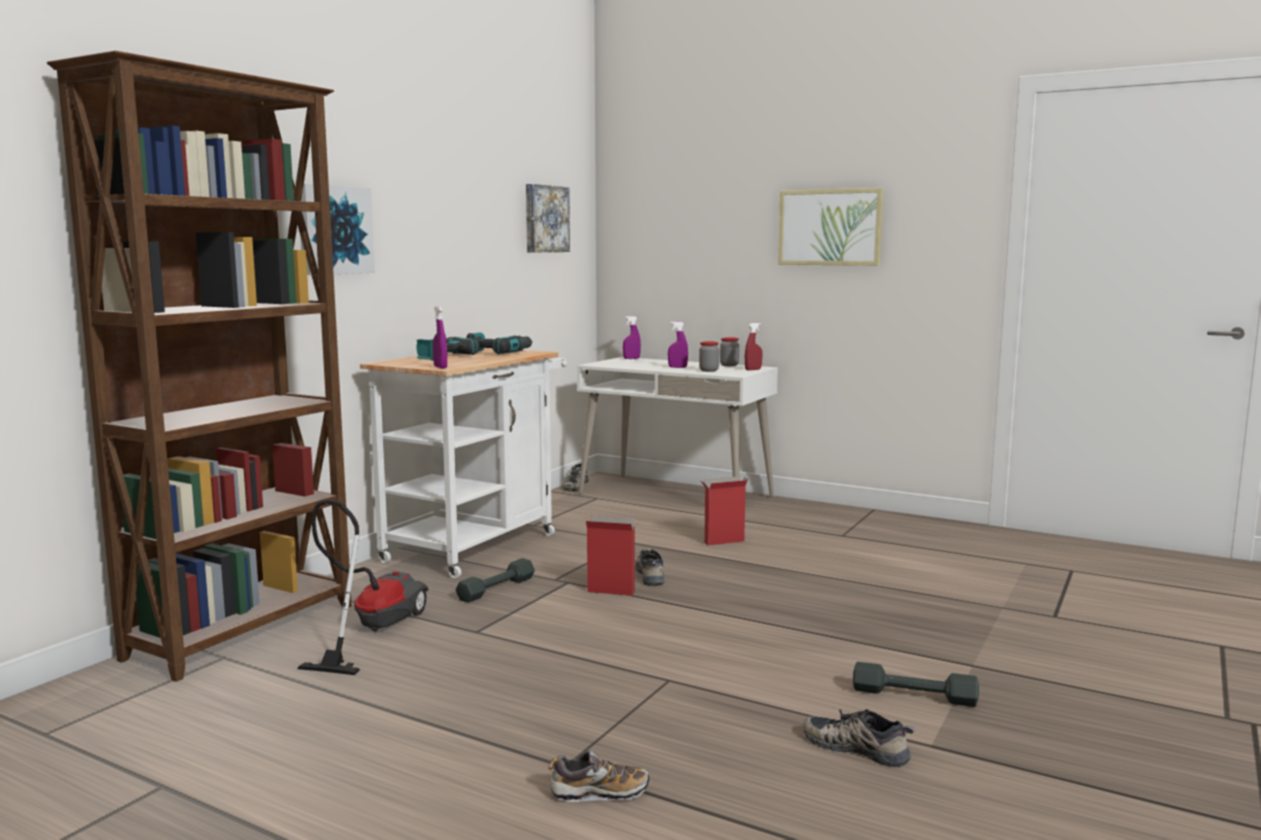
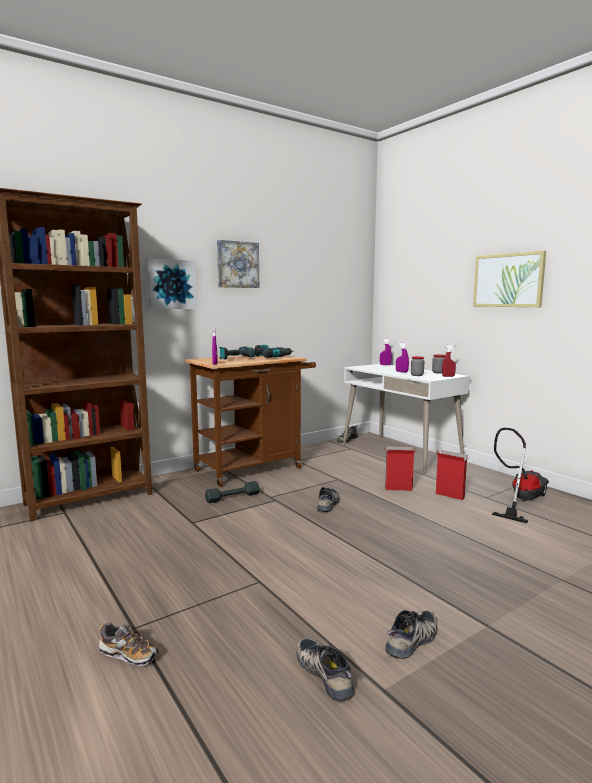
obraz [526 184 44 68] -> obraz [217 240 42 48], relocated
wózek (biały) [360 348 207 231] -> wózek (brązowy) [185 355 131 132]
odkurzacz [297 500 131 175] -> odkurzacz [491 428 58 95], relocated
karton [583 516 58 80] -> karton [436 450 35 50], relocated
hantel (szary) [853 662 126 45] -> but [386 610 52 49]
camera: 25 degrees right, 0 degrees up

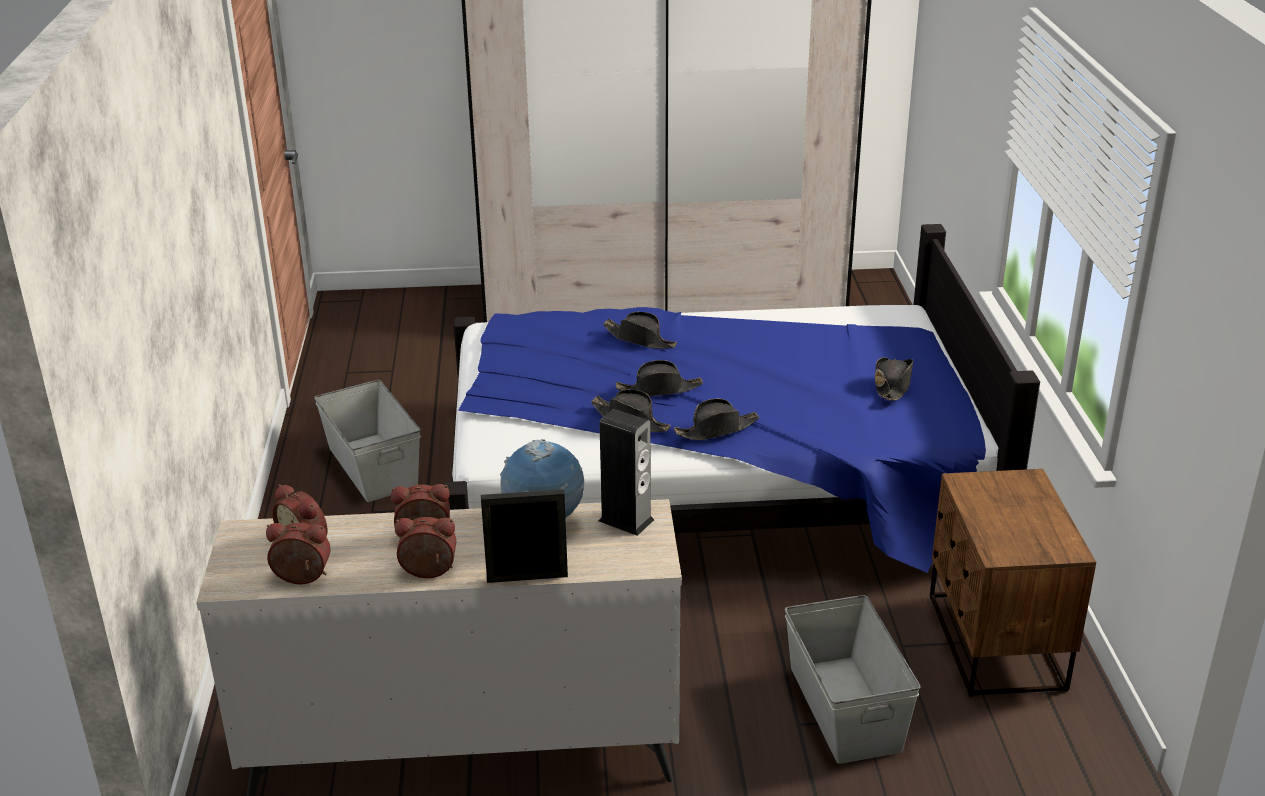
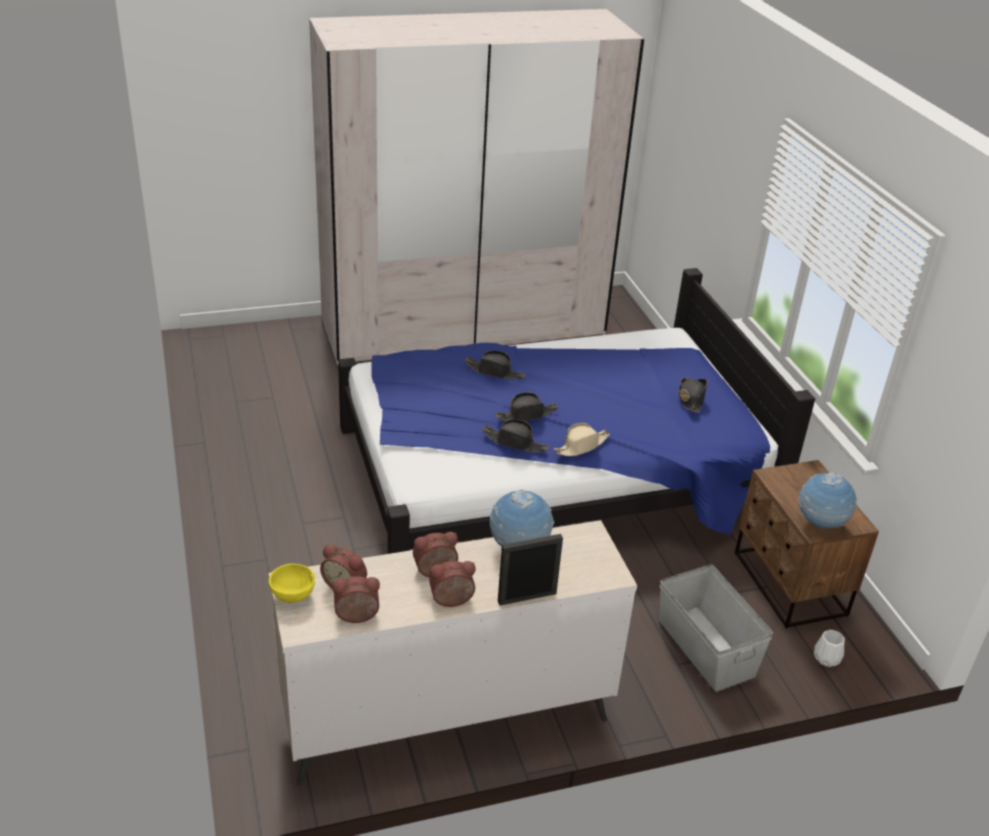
pojemnik do przechowywania (szary) [314 380 107 122] -> none
kapelusz (czarny) [674 399 85 41] -> kapelusz (beżowy) [554 423 56 33]
głośnik [599 409 55 127] -> none
none -> globus [798 472 59 57]
none -> miska (żółty) [269 564 46 39]
none -> wazon (biały) [814 630 31 37]
camera: 15 degrees left, 5 degrees up

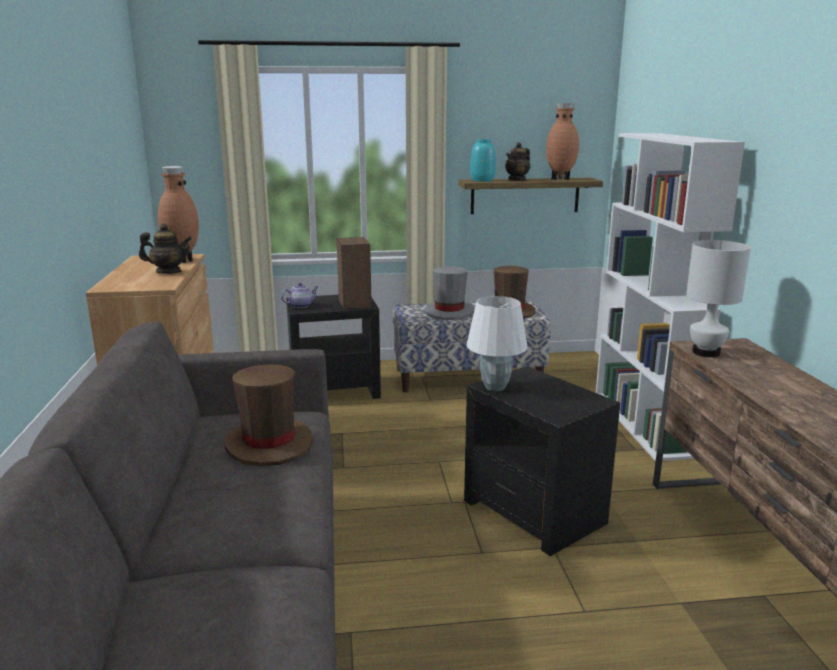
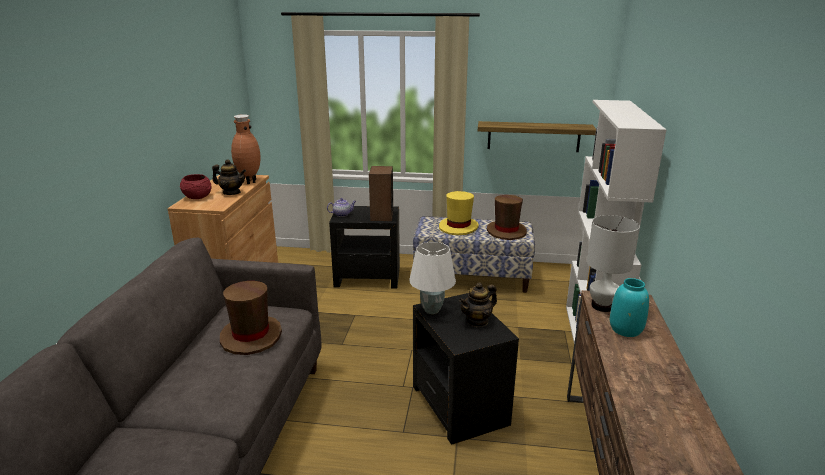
wazon (brązowy) [546 103 33 77] -> none
wazon (turkusowy) [470 139 26 43] -> wazon (turkusowy) [610 278 39 59], relocated
imbryk [505 142 25 39] -> imbryk [459 282 38 45], relocated
kapelusz (szary) [425 266 49 54] -> kapelusz (żółty) [439 191 40 44]
none -> miska (czerwony) [180 174 31 25]
camera: 15 degrees right, 5 degrees up

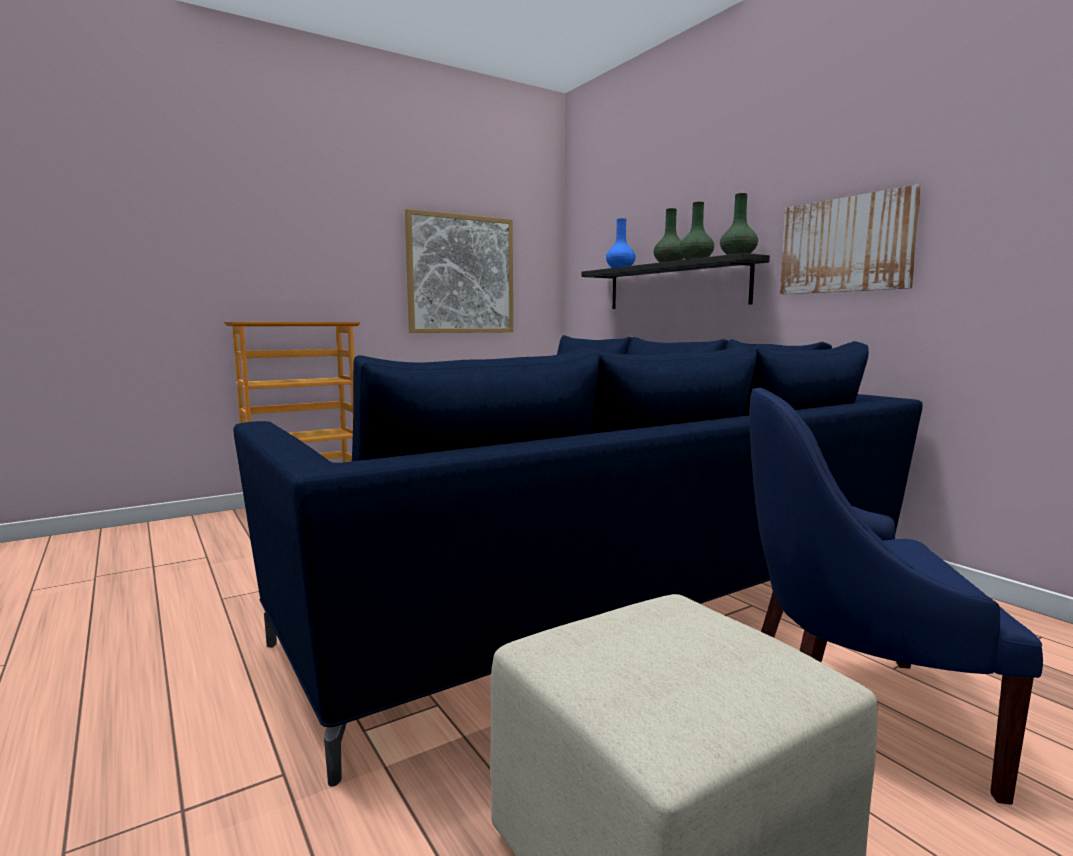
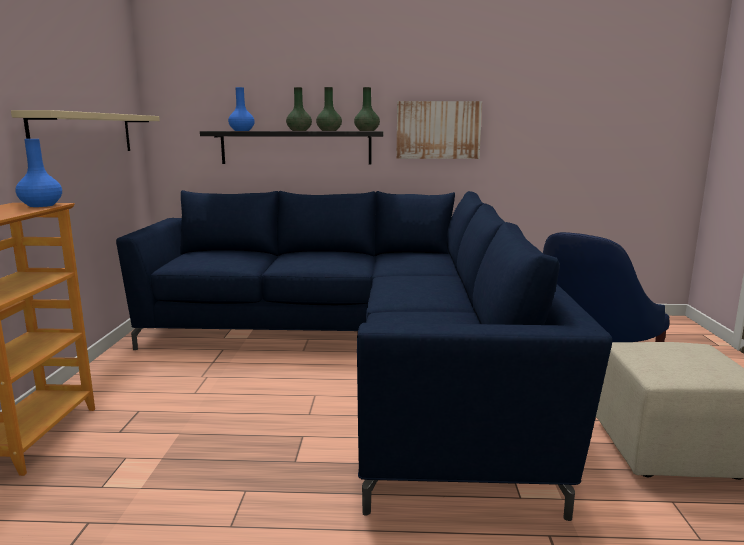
obraz [405 209 108 124] -> półka (beżowy) [11 110 149 41]
none -> wazon (niebieski) [15 139 47 68]
camera: 55 degrees left, 5 degrees up

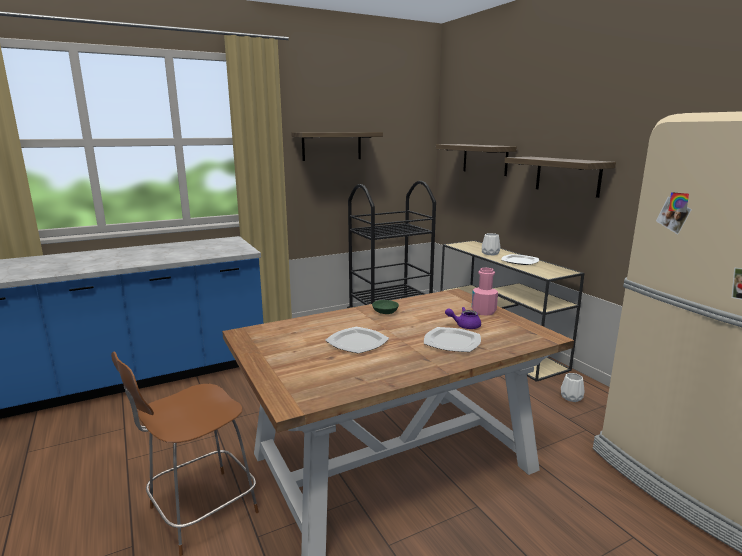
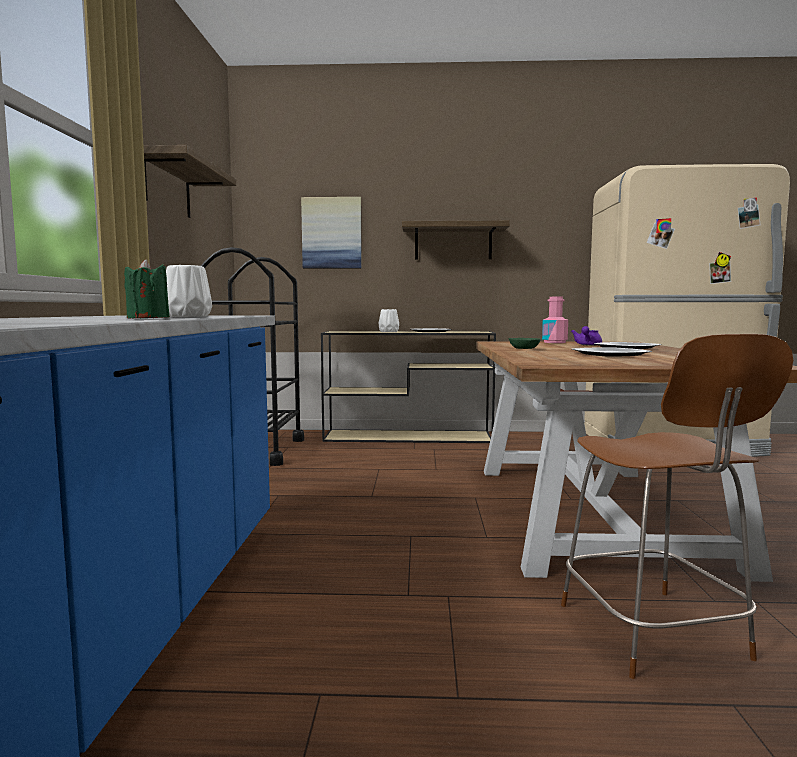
półka [436 144 81 32] -> obraz [301 197 61 72]
wazon (biały) [561 373 24 29] -> wazon (biały) [166 265 46 52], relocated
none -> świeca (zielony) [124 259 46 59]
camera: 60 degrees left, 10 degrees down

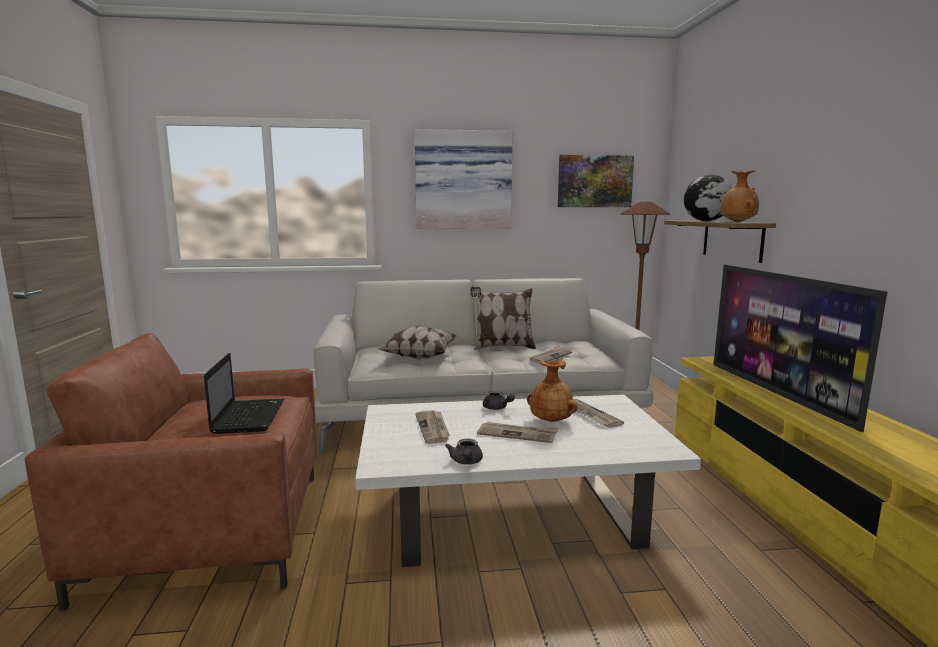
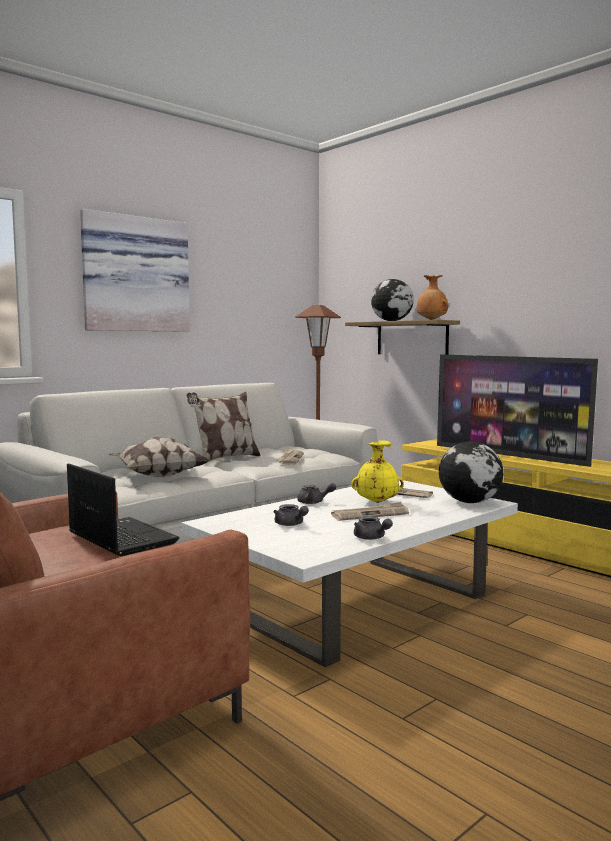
obraz [558 155 76 52] -> none
wazon (brązowy) [527 360 50 62] -> wazon (żółty) [351 440 53 63]
gazeta [415 411 35 33] -> imbryk (szary) [273 504 36 22]
none -> globus [439 441 64 62]
camera: 35 degrees left, 5 degrees down

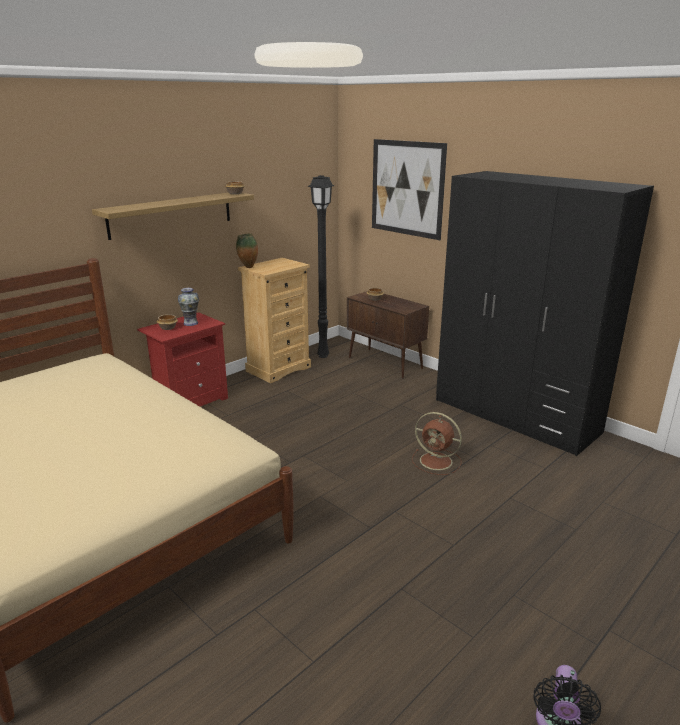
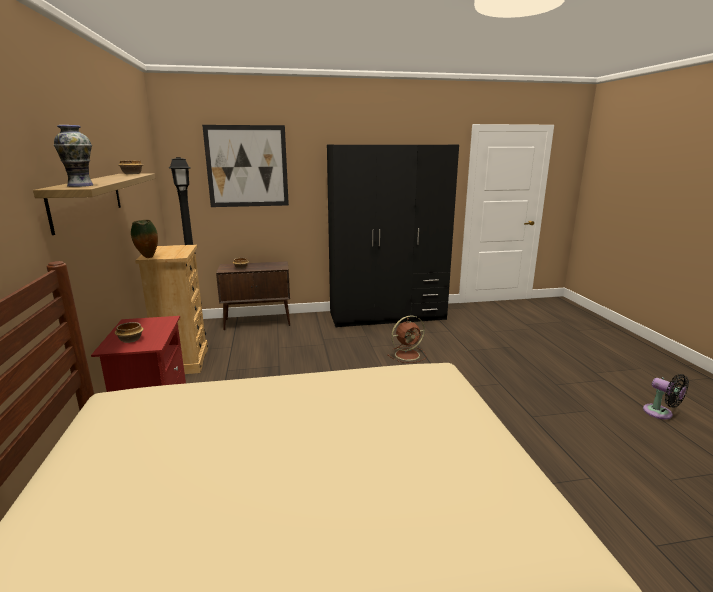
wazon [178 288 21 38] -> wazon [54 125 39 62], relocated
camera: 55 degrees left, 5 degrees down

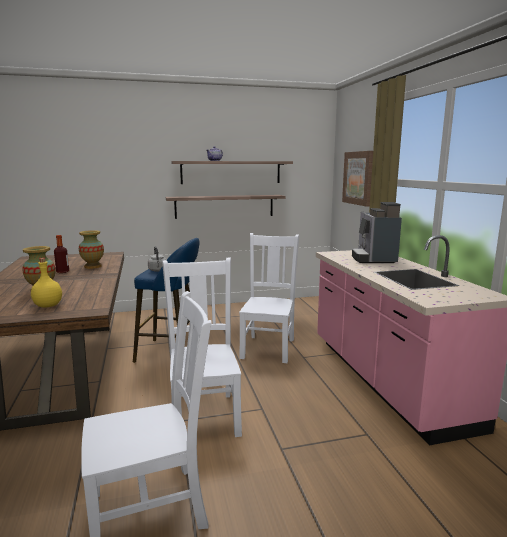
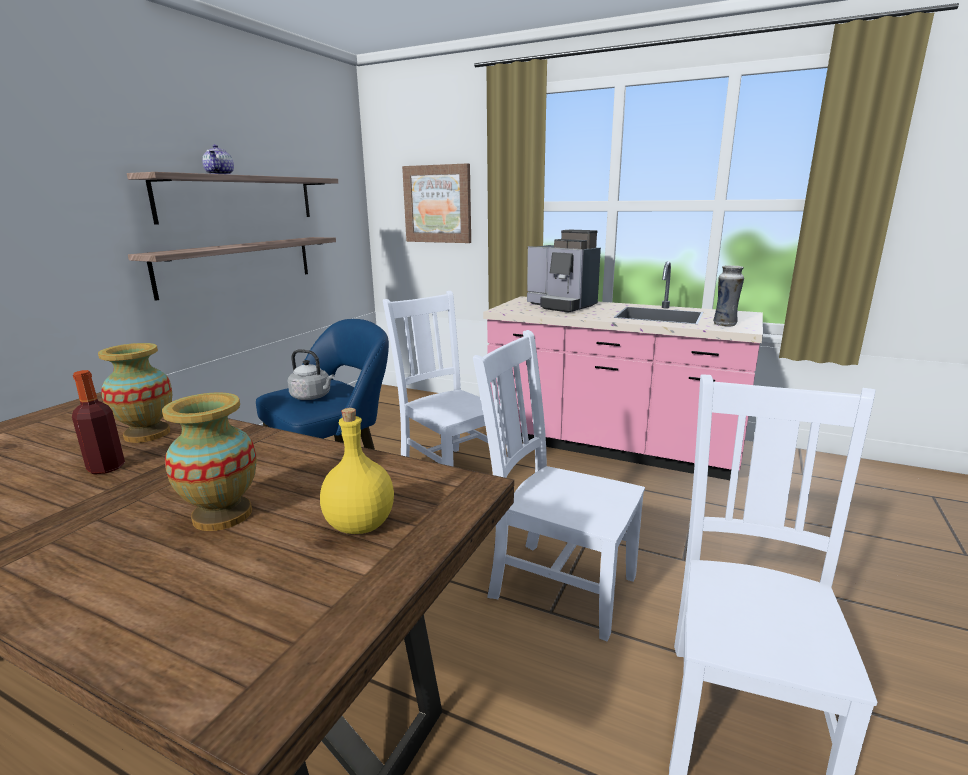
none -> wazon [713 266 31 60]
camera: 50 degrees left, 5 degrees up

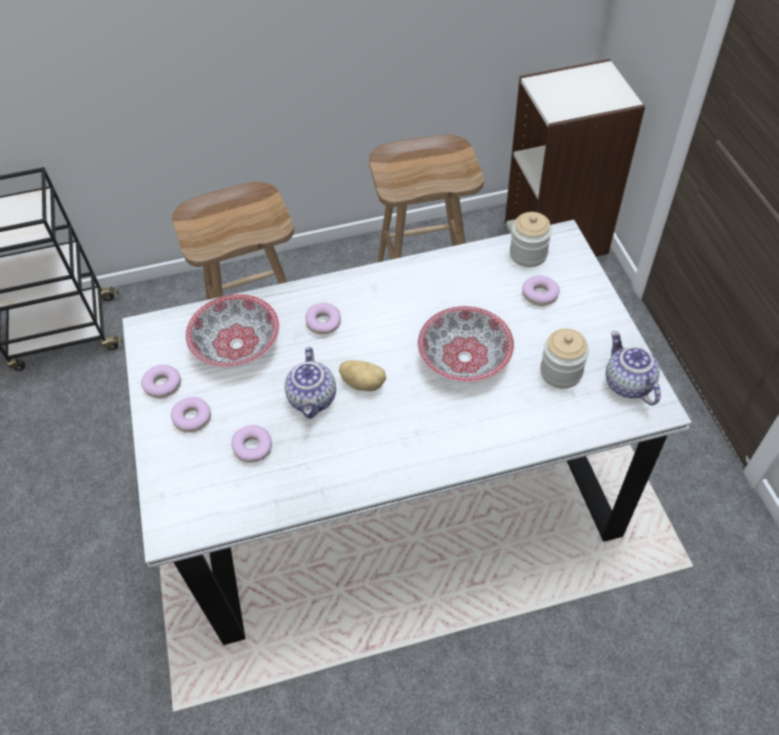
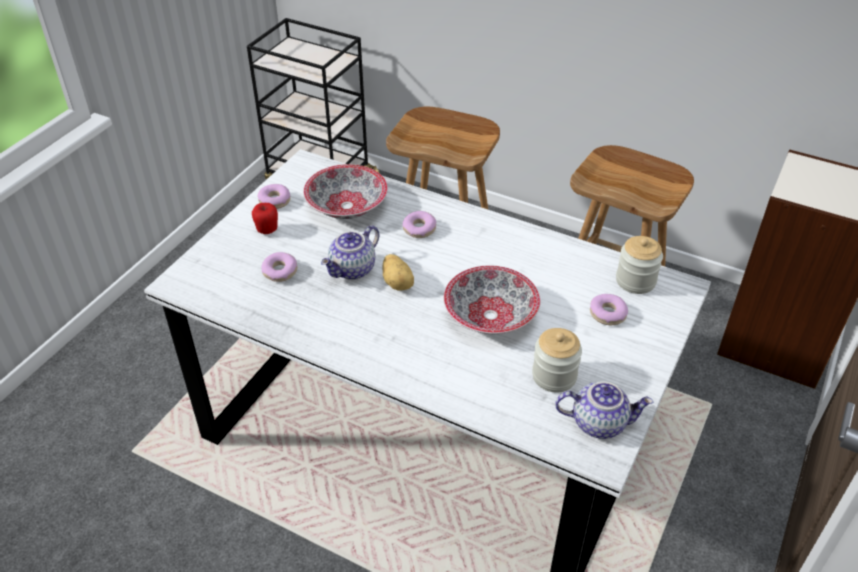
imbryk [606 331 55 74] -> imbryk [555 381 98 58], 75 degrees clockwise
donut [171 397 40 36] -> jabłko [252 203 26 31]
camera: 40 degrees right, 10 degrees down

